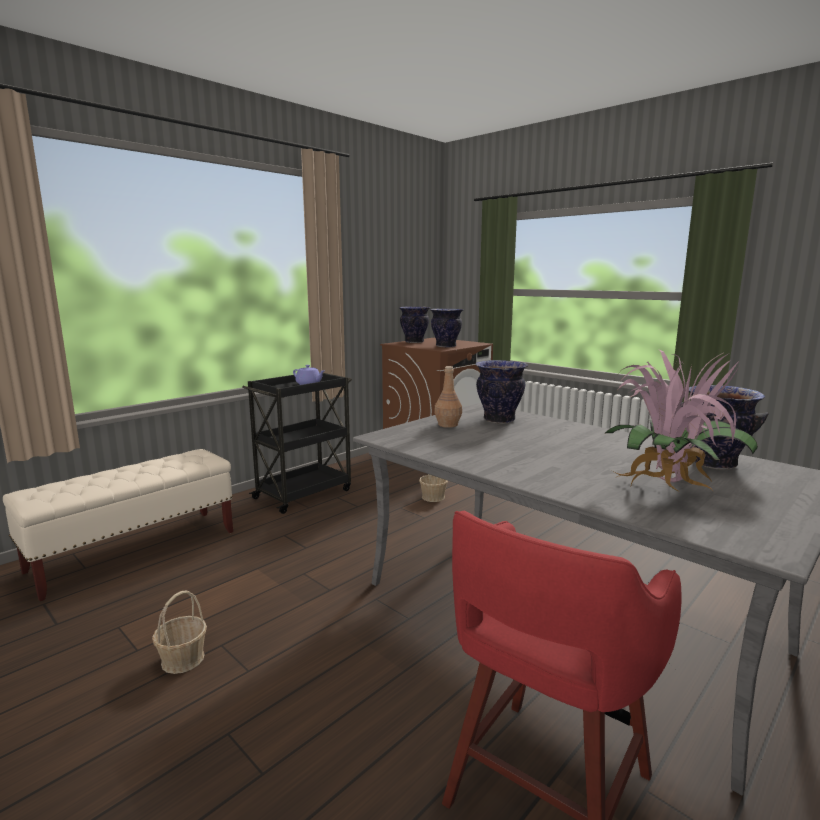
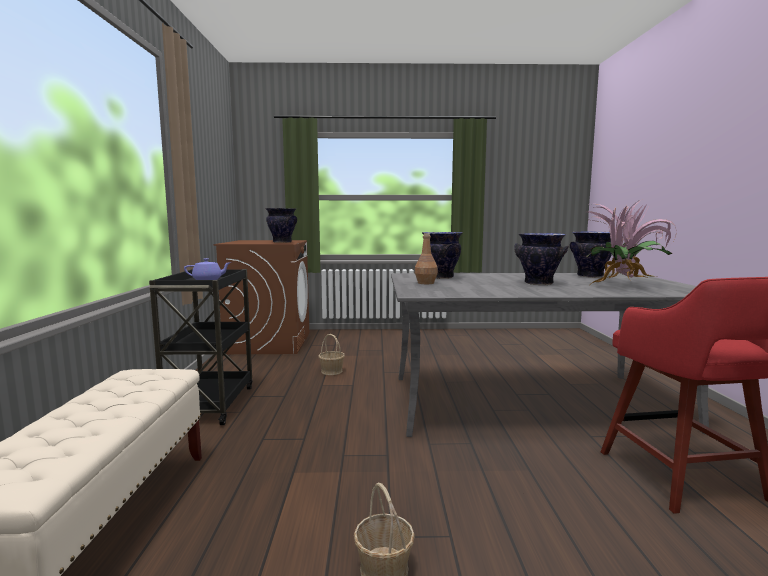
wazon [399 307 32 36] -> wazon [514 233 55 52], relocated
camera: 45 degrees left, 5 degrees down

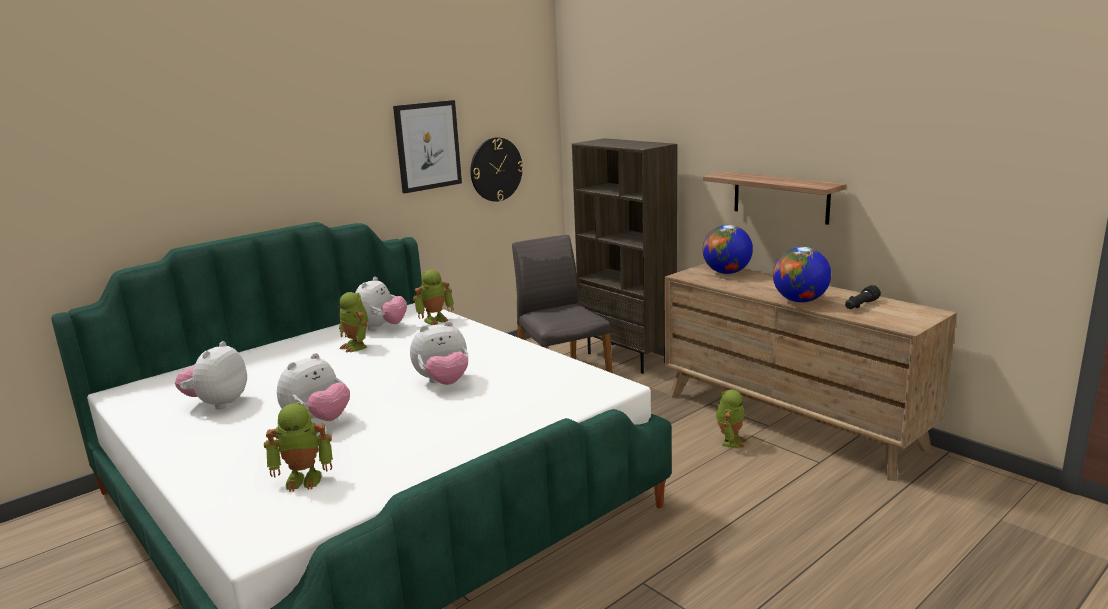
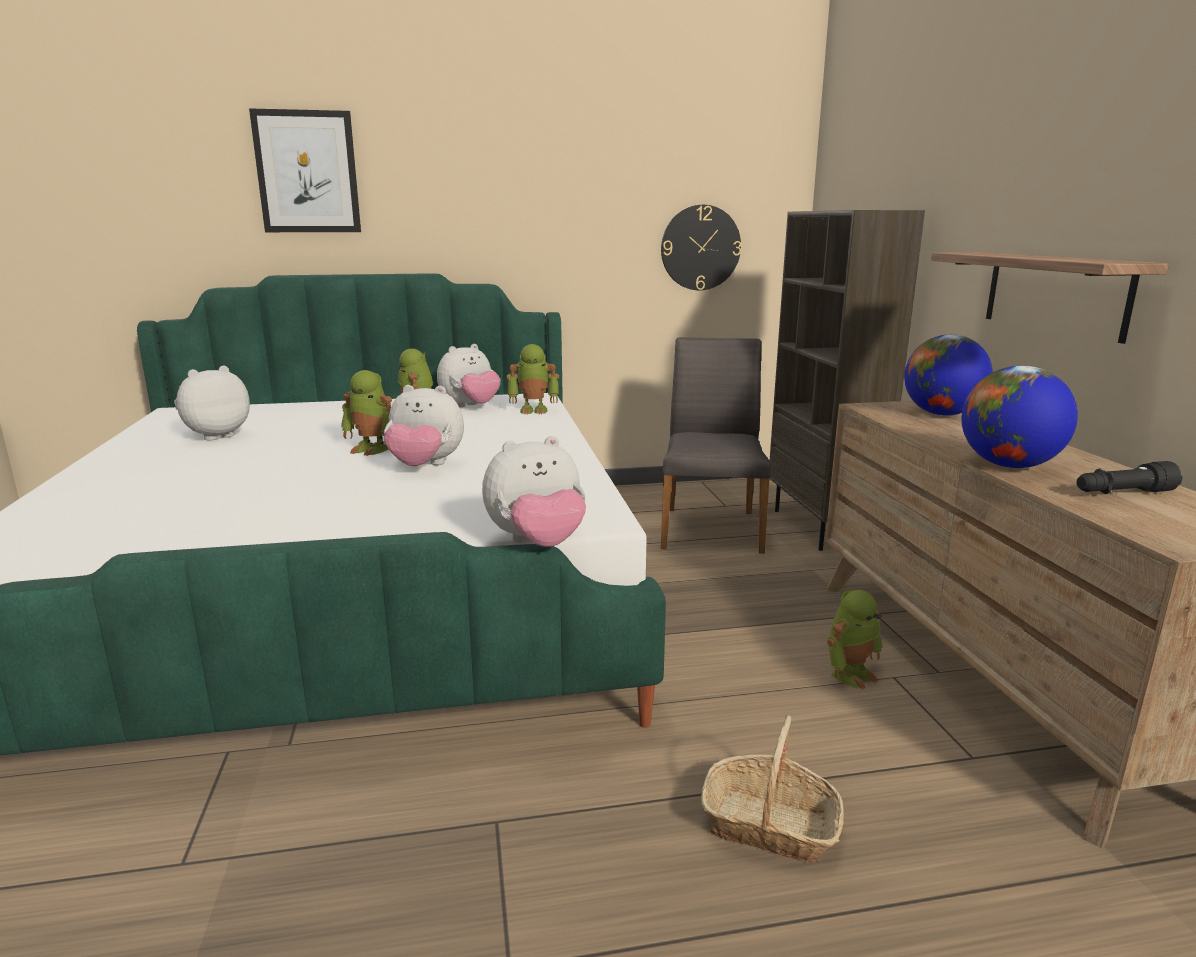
obraz [393 100 69 93] -> obraz [249 108 112 124], relocated
pluszak [277 353 73 68] -> pluszak [482 436 104 111], relocated
robot zabawkowy [264 403 69 89] -> robot zabawkowy [341 370 51 86], relocated
none -> koszyk [701 715 143 148]
camera: 30 degrees right, 0 degrees up

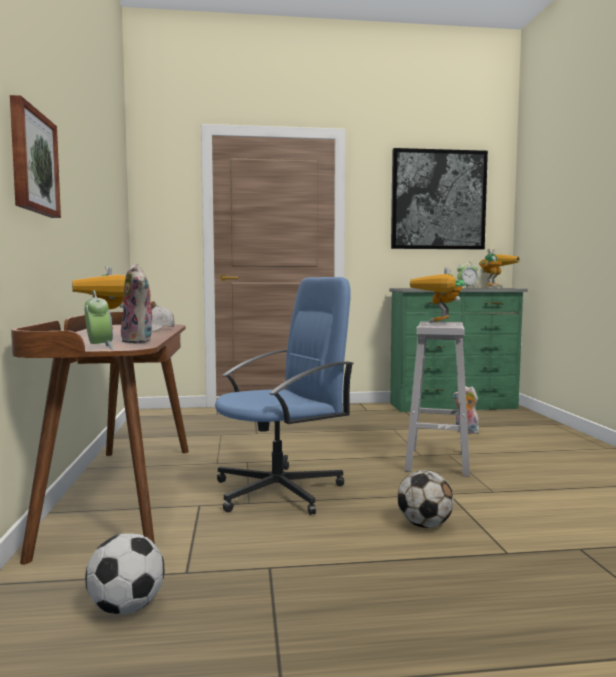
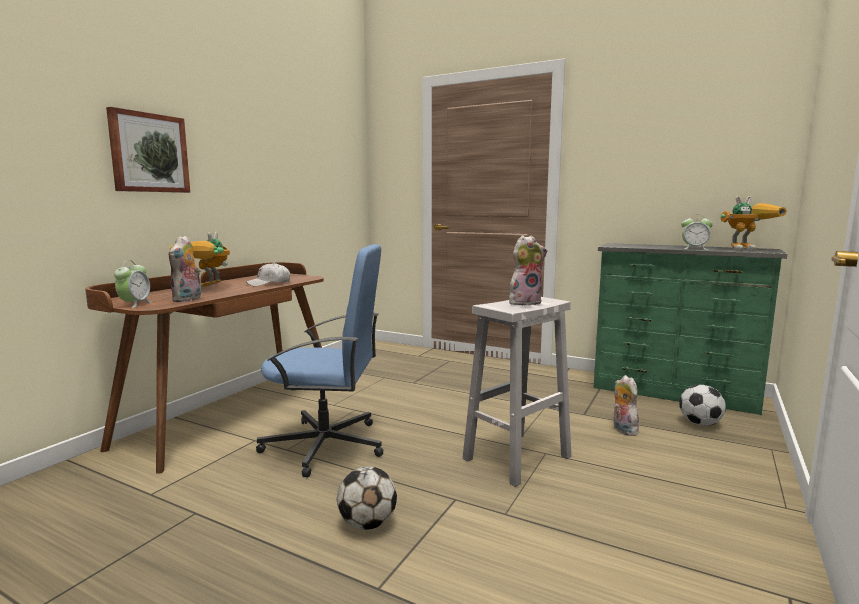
obraz [391 148 97 101] -> none
robot zabawkowy [410 267 55 57] -> pluszak [509 235 38 71]
piłka futbolowa [85 533 79 81] -> piłka futbolowa [679 384 47 42], relocated
camera: 35 degrees right, 5 degrees up

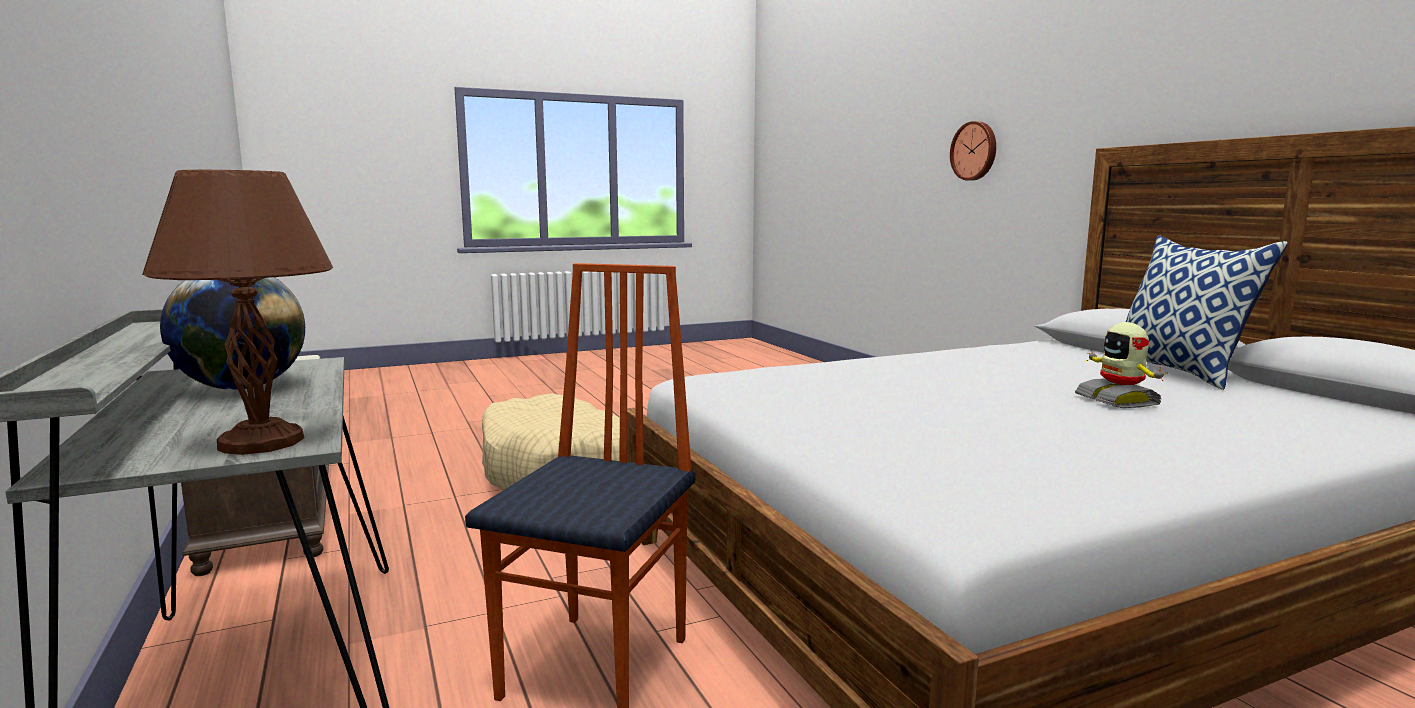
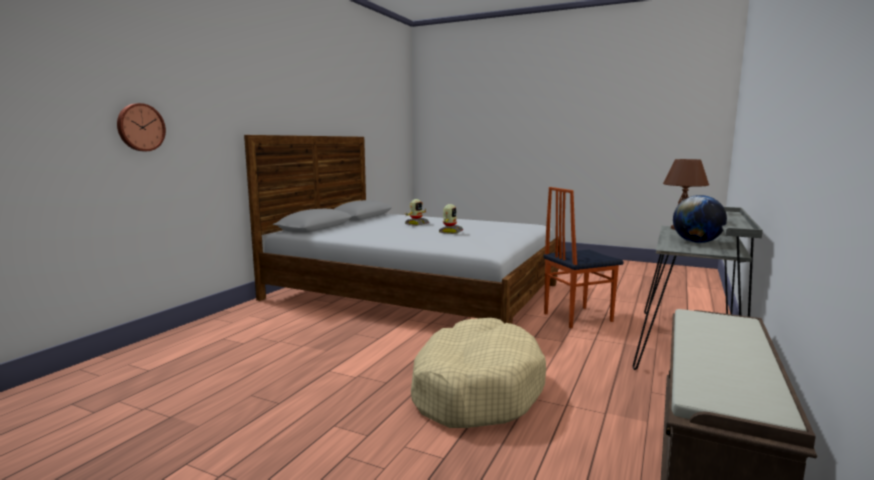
poduszka [1126 235 162 155] -> none
none -> robot zabawkowy [439 204 24 30]
camera: 130 degrees left, 0 degrees up

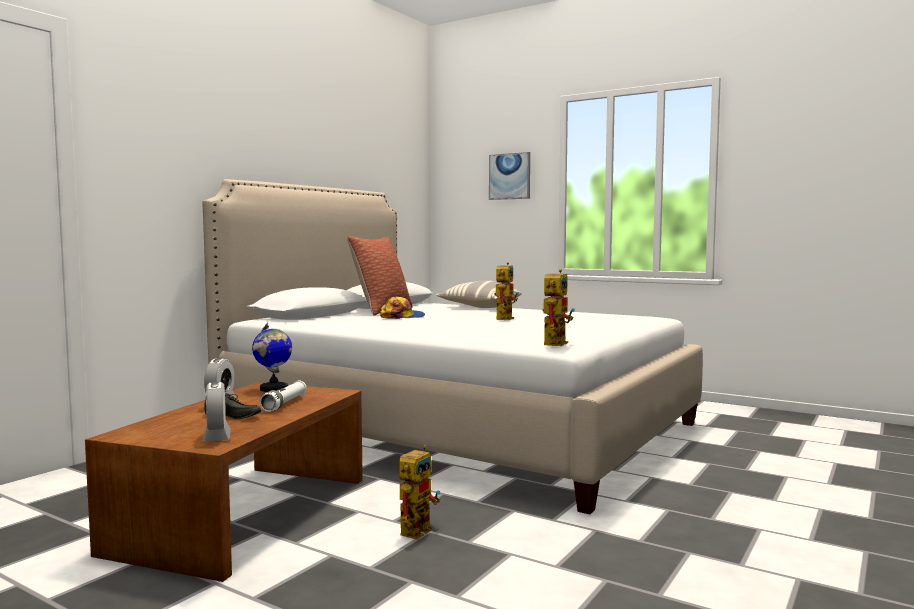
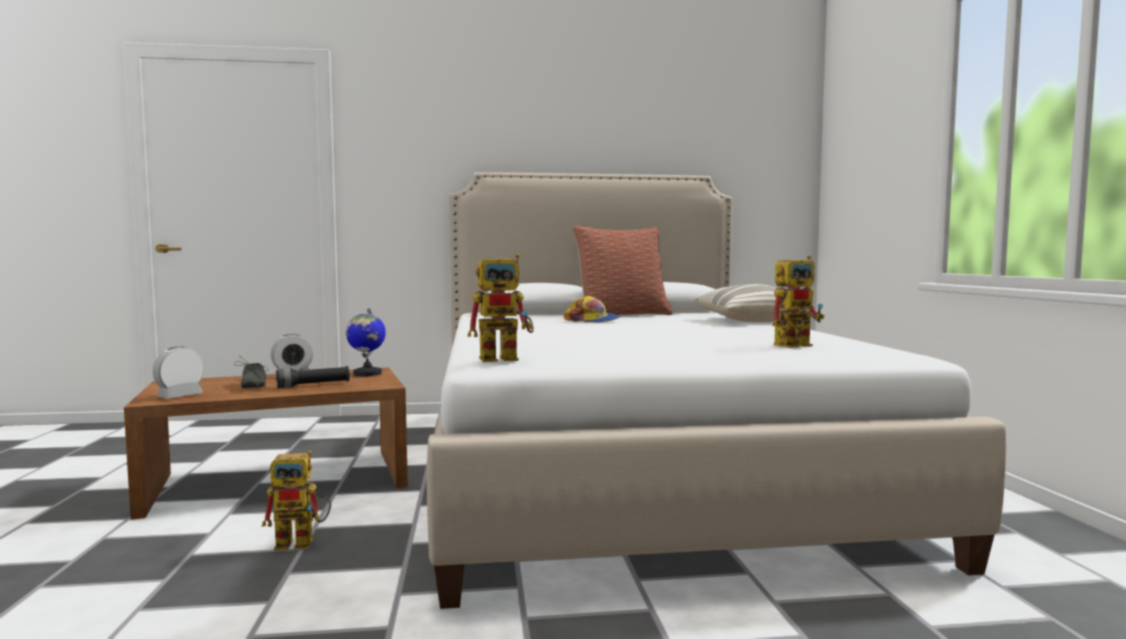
obraz [489 152 41 48] -> none
robot zabawkowy [494 262 25 58] -> robot zabawkowy [772 255 53 93], relocated
latarka (biały) [260 380 47 32] -> latarka (czarny) [276 366 73 22]
camera: 50 degrees right, 0 degrees up

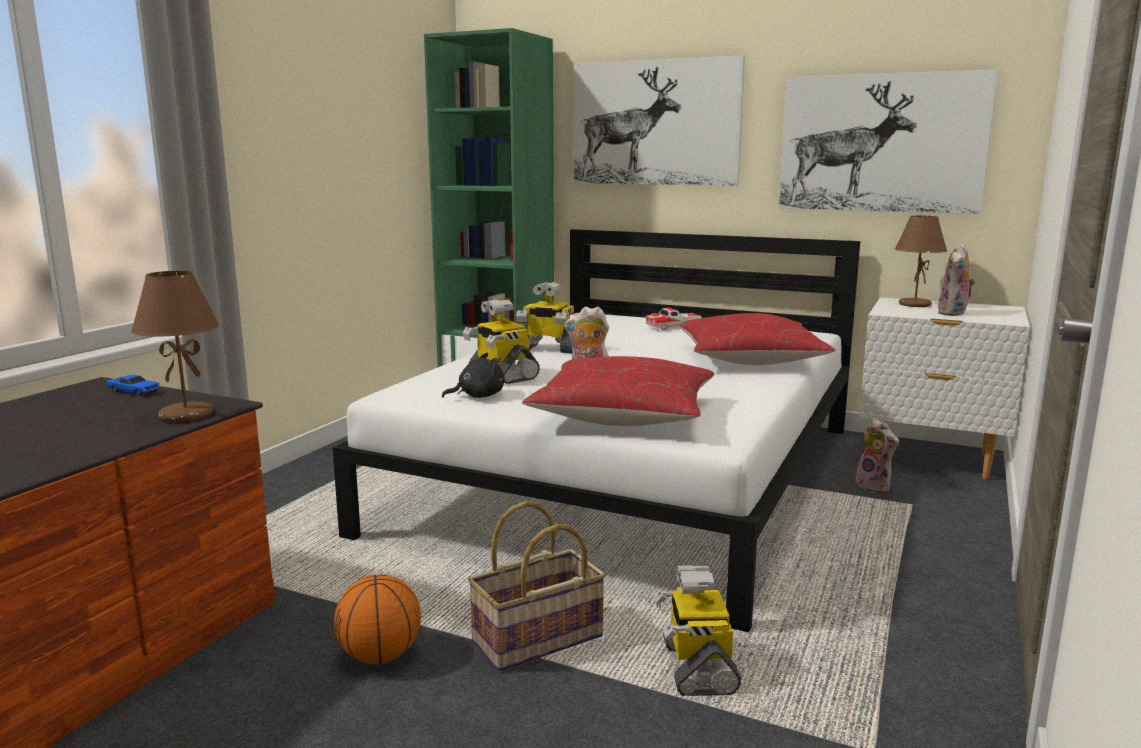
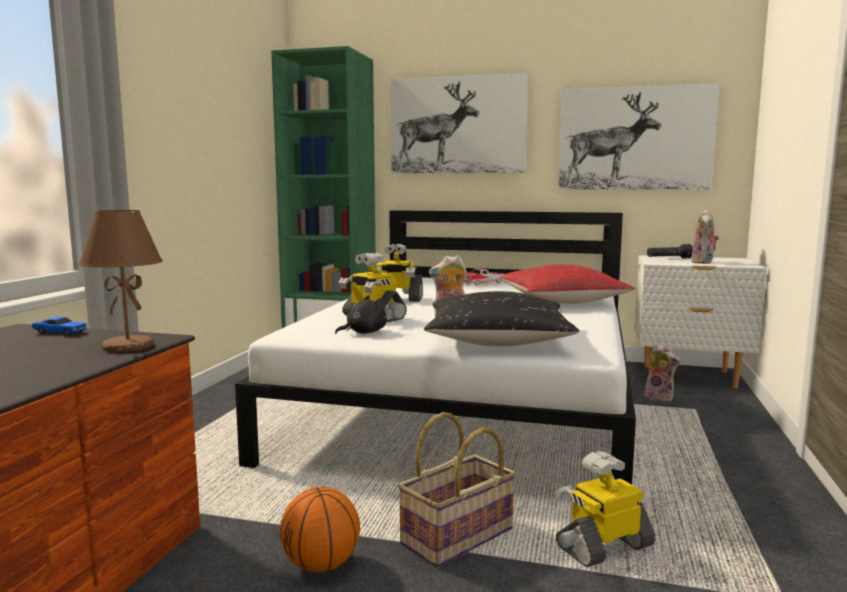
lampa stołowa (brązowy) [895 215 52 92] -> latarka (czarny) [647 244 46 14]
poduszka (czerwony) [522 356 192 70] -> poduszka (czarny) [424 291 156 55]
robot zabawkowy [654 565 87 131] -> robot zabawkowy [556 451 100 116], 75 degrees clockwise
camera: 10 degrees left, 5 degrees down

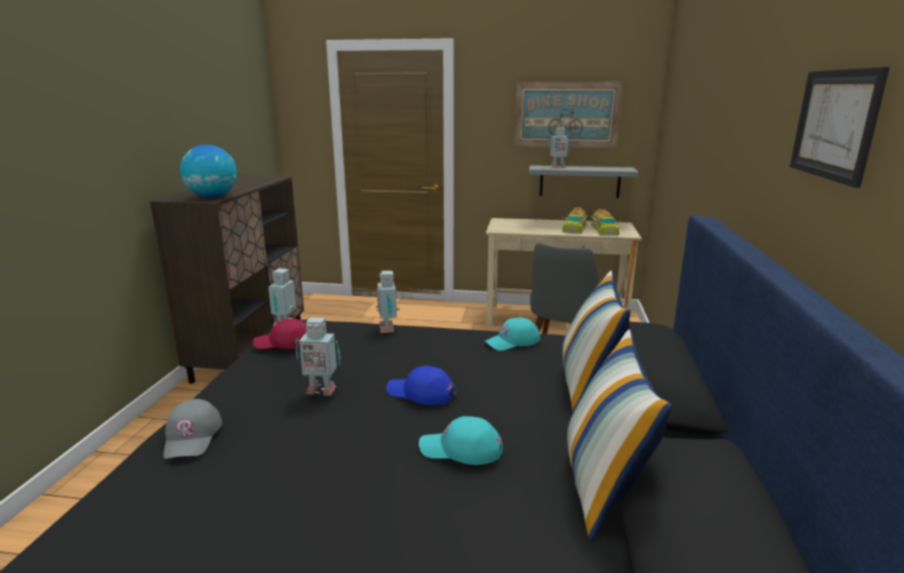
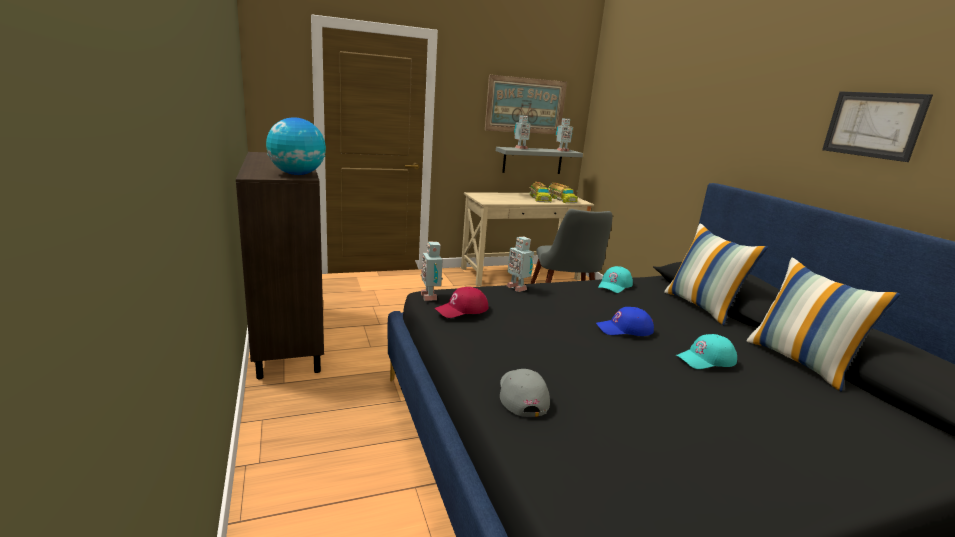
robot zabawkowy [295 317 46 79] -> robot zabawkowy [556 118 17 34], relocated
czapka z daszkiem (szary) [163 399 59 60] -> czapka z daszkiem (szary) [500 369 50 48], 150 degrees counterclockwise
camera: 30 degrees left, 0 degrees up

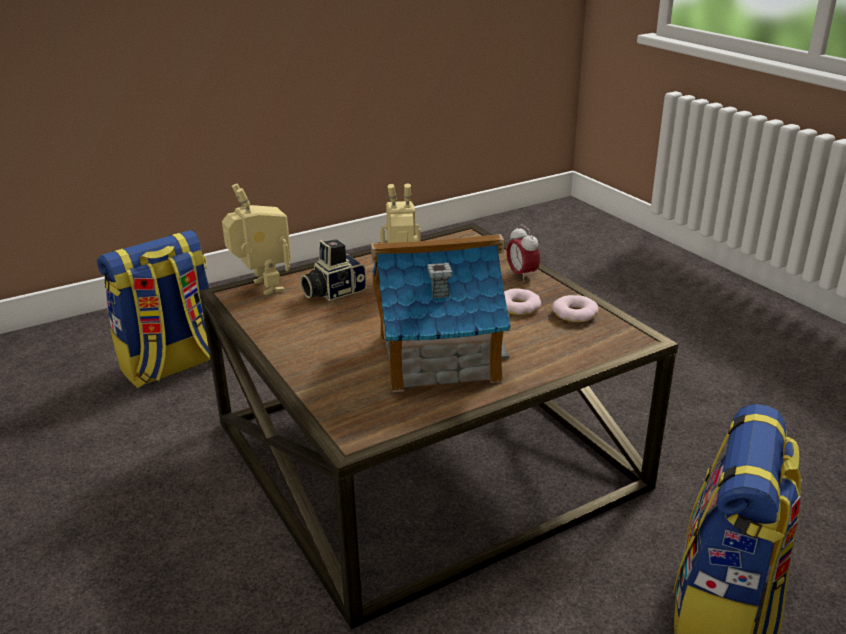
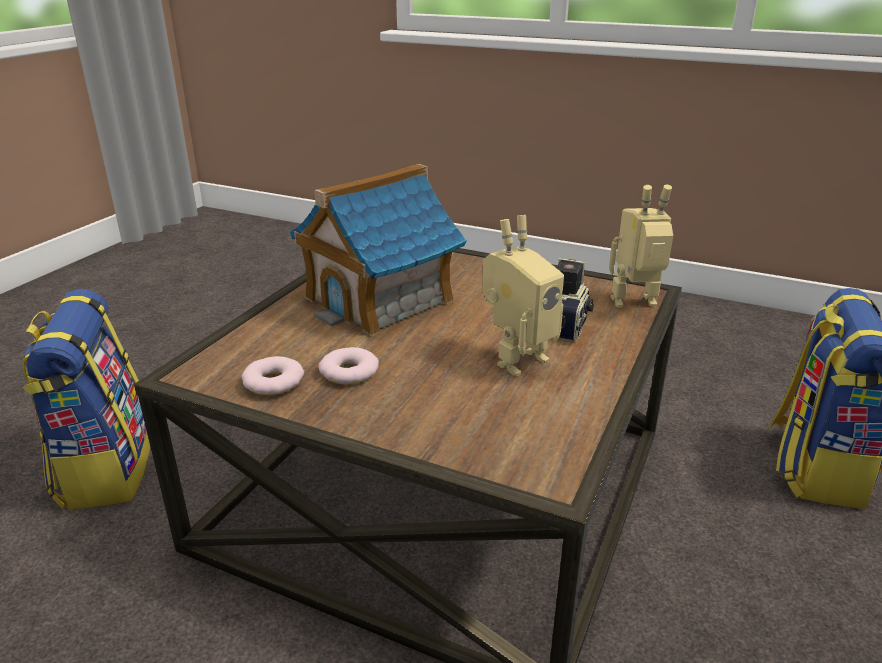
robot zabawkowy [222 184 69 111] -> robot zabawkowy [609 185 64 123], 150 degrees clockwise
budzik [507 224 33 58] -> none
camera: 145 degrees right, 0 degrees up

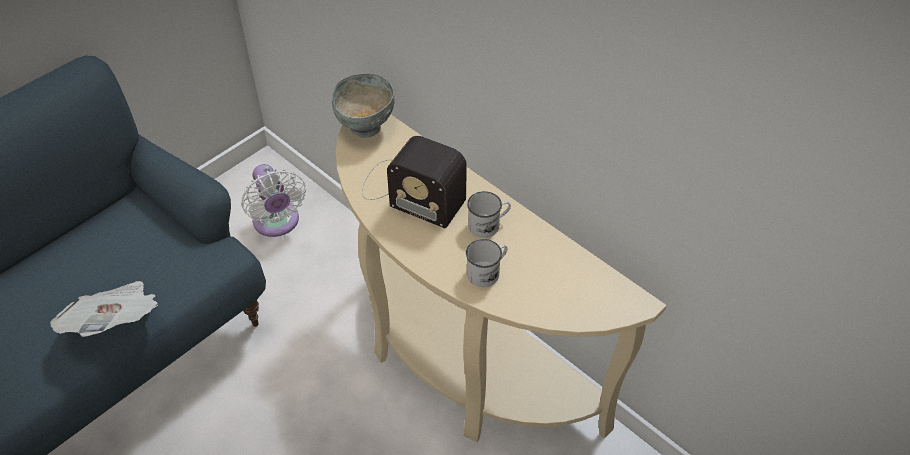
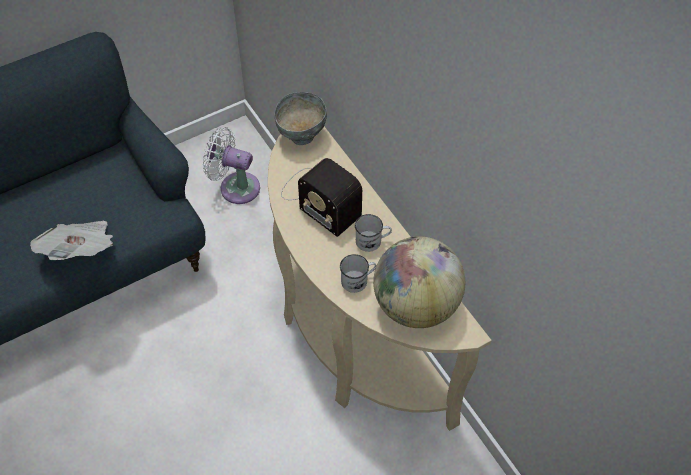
wentylator (biały) [241 164 65 73] -> wentylator (biały) [203 127 57 77], 120 degrees clockwise
none -> globus [373 236 92 92]
camera: 15 degrees right, 5 degrees up

